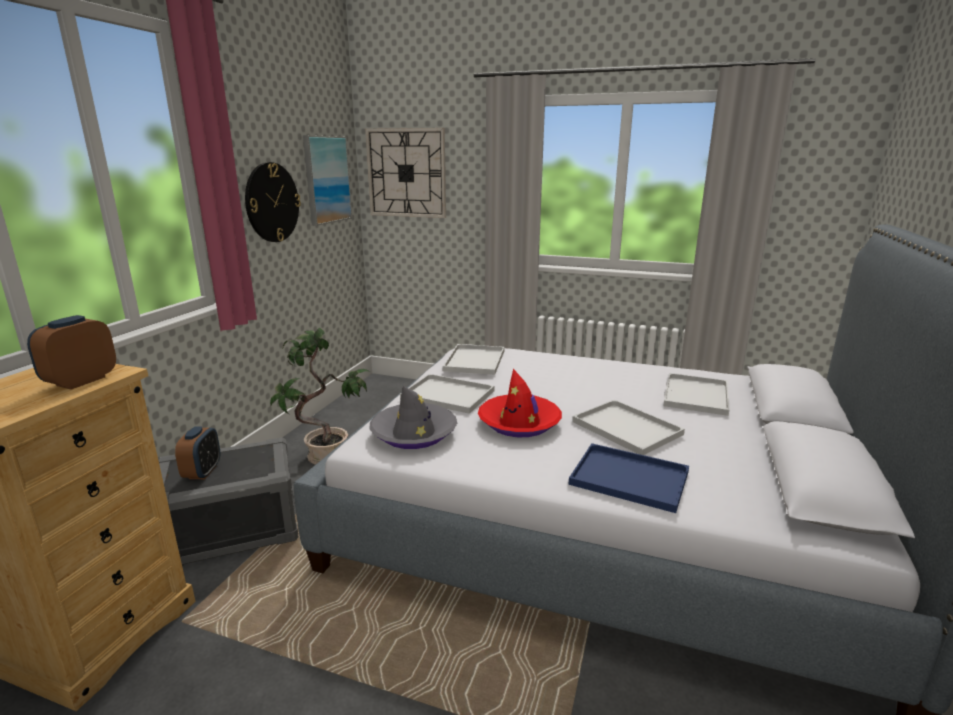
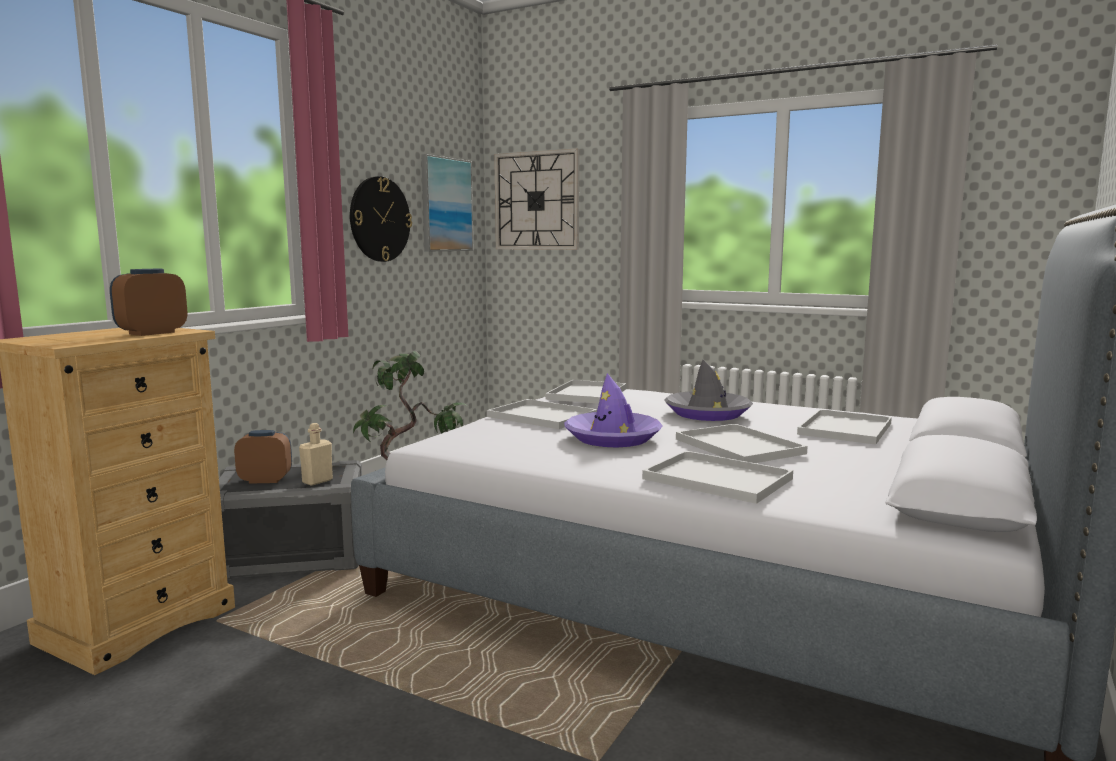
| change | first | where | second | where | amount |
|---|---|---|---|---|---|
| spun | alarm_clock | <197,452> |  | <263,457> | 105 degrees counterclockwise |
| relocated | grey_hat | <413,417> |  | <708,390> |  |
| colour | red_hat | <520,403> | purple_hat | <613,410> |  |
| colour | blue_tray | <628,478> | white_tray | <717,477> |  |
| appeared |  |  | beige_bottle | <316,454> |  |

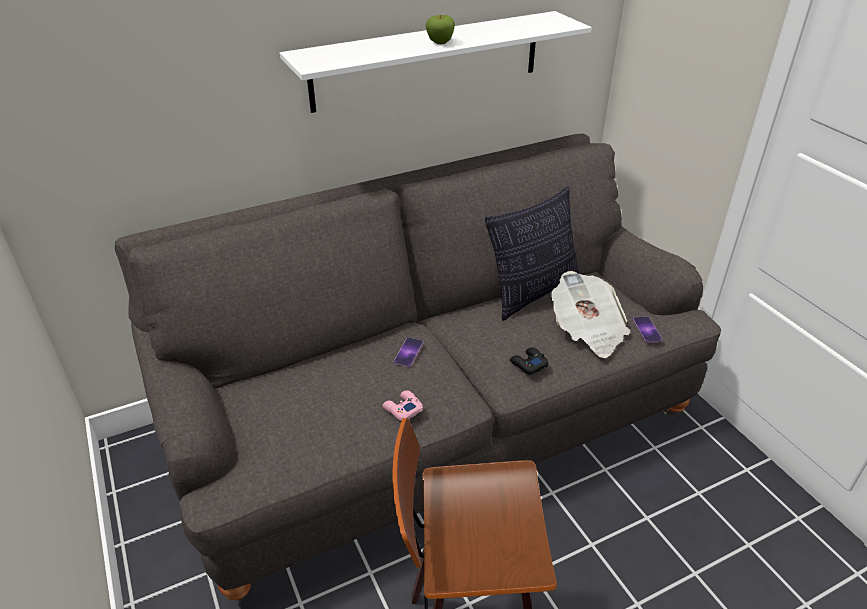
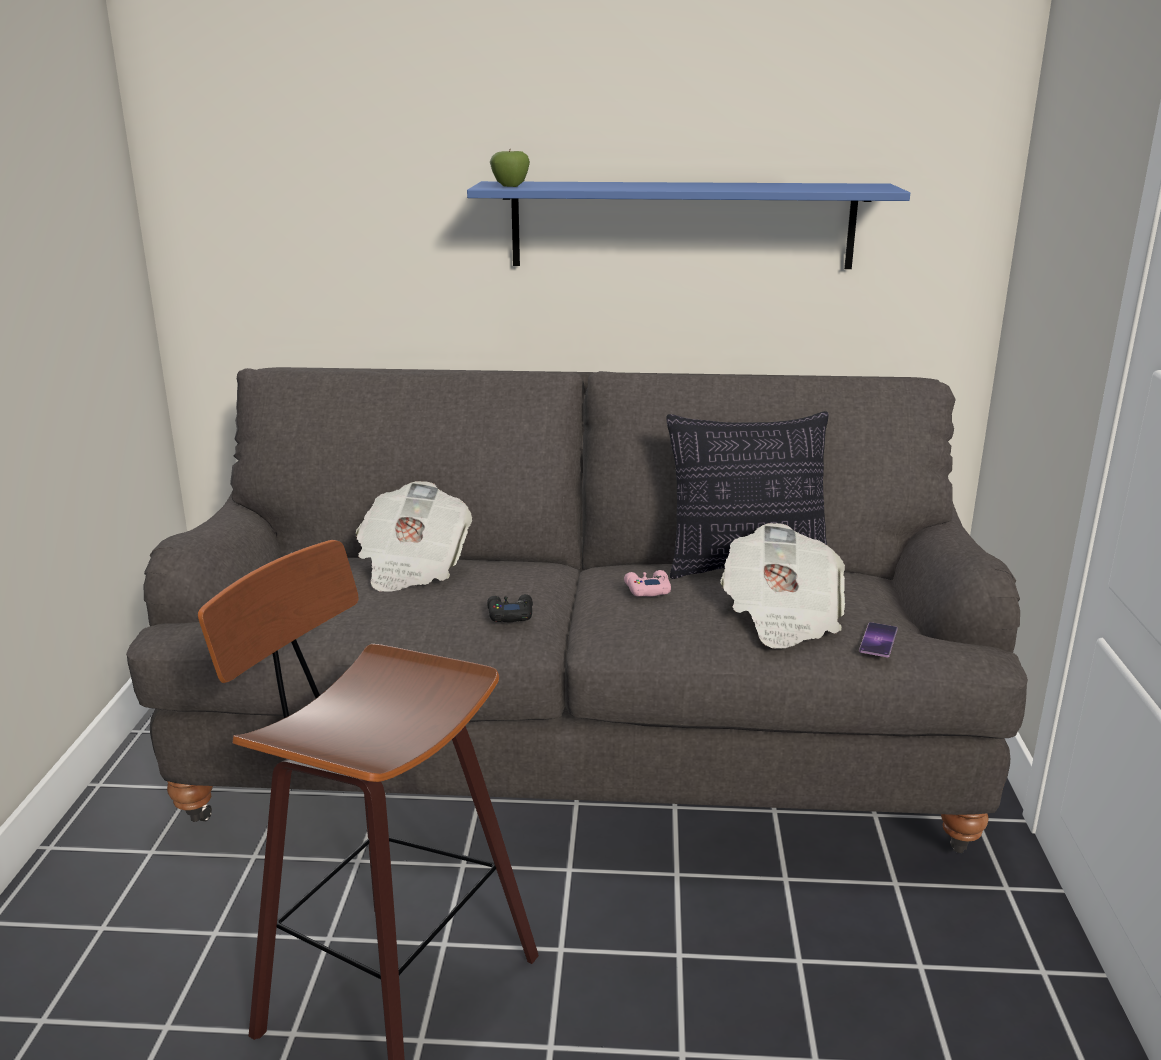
| change | first | where | second | where | amount |
|---|---|---|---|---|---|
| colour | white_shelf | <436,62> | blue_shelf | <688,225> |  |
| relocated | pink_game_controller | <402,406> |  | <647,583> |  |
| missing | phone | <409,352> |  |  |  |
| relocated | apple | <440,29> |  | <510,168> |  |
| relocated | black_game_controller | <529,361> |  | <510,608> |  |
| appeared |  |  | newspaper | <413,536> |  |

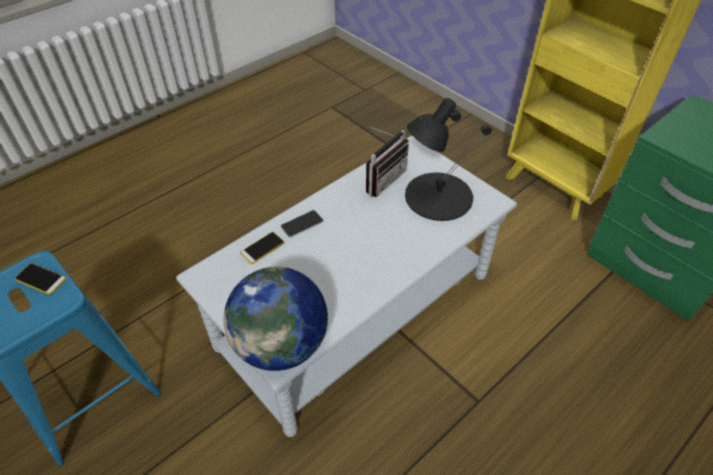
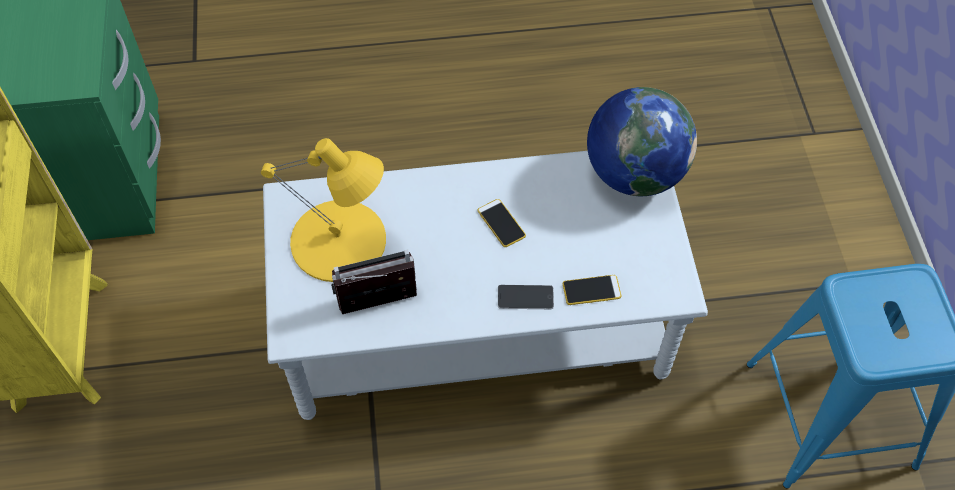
| change | first | where | second | where | amount |
|---|---|---|---|---|---|
| relocated | phone | <40,279> |  | <502,223> |  |
| colour | black_table_lamp | <448,159> | yellow_table_lamp | <323,210> |  |

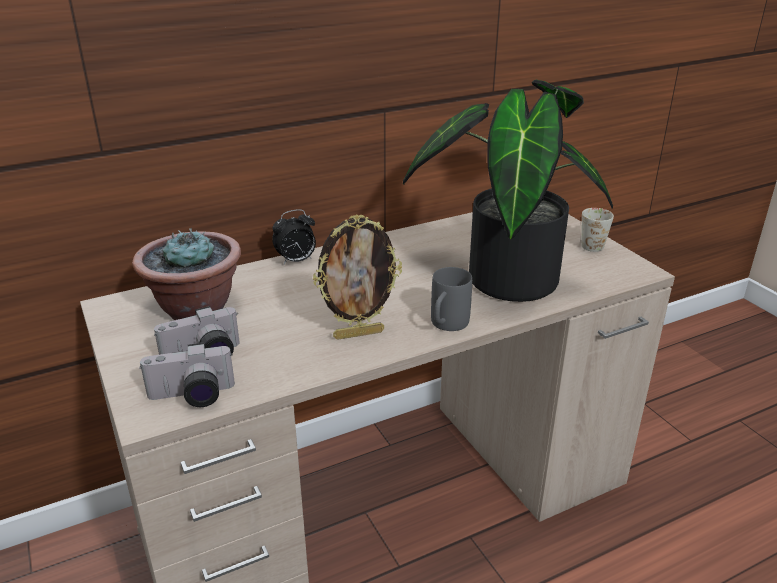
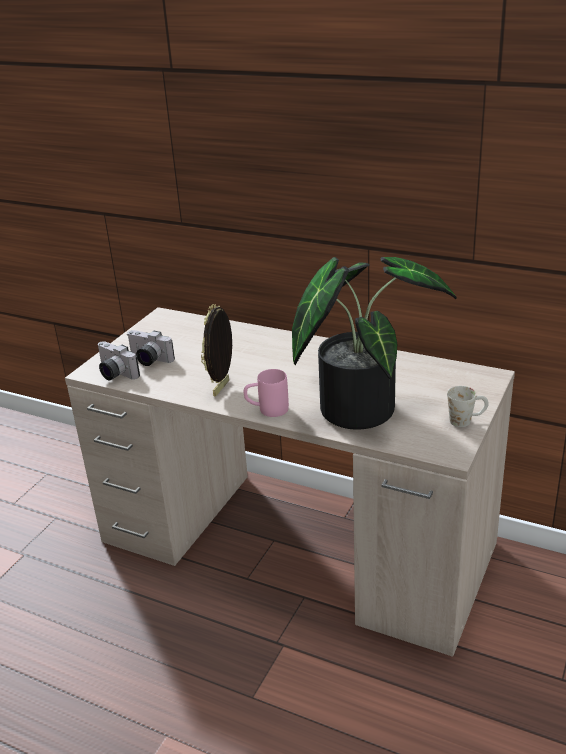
| change | first | where | second | where | amount |
|---|---|---|---|---|---|
| missing | potted_plant | <186,274> |  |  |  |
| missing | alarm_clock | <294,237> |  |  |  |
| spun | picture_frame | <357,277> |  | <216,350> | 75 degrees clockwise |
| colour | grey_mug | <451,299> | pink_mug | <266,393> |  |

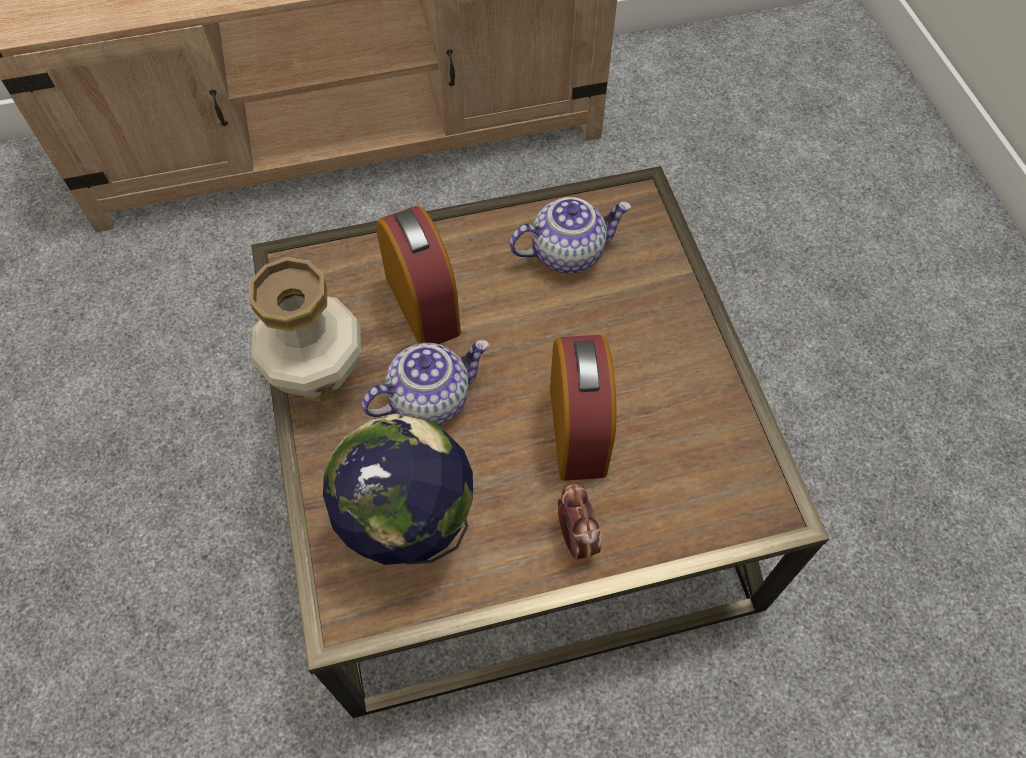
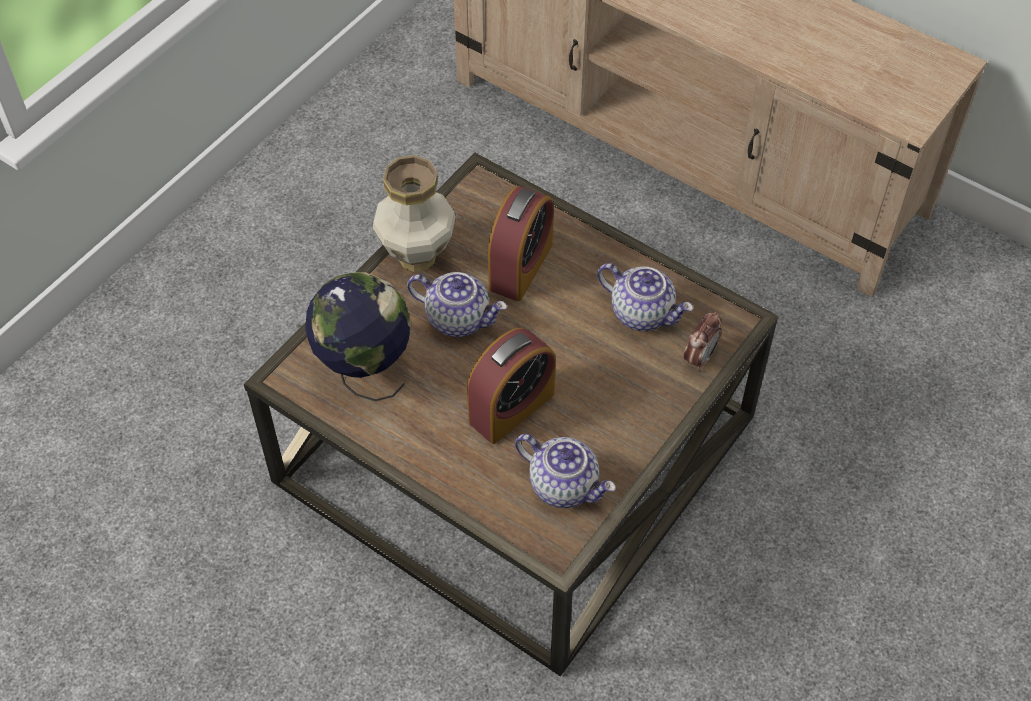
| change | first | where | second | where | amount |
|---|---|---|---|---|---|
| relocated | alarm_clock | <579,522> |  | <702,341> |  |
| appeared |  |  | teapot | <565,471> |  |

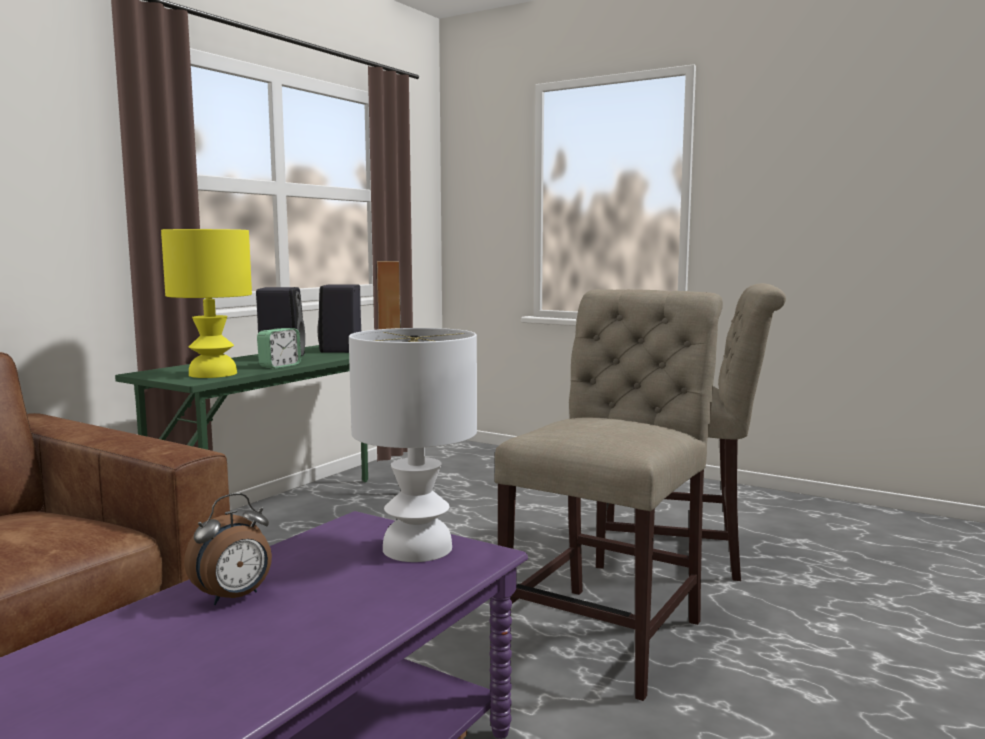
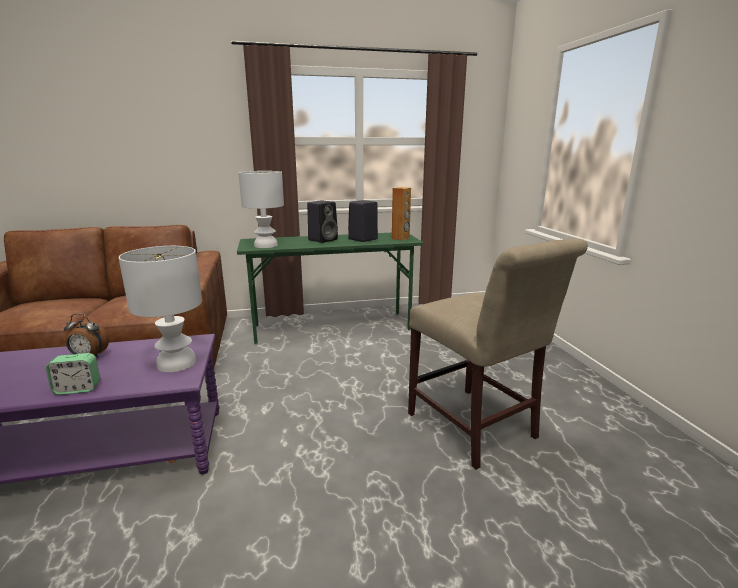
| change | first | where | second | where | amount |
|---|---|---|---|---|---|
| colour | yellow_table_lamp | <206,303> | white_table_lamp | <261,209> |  |
| relocated | alarm_clock | <279,348> |  | <73,374> |  |
| missing | beige_chair | <608,495> |  |  |  |

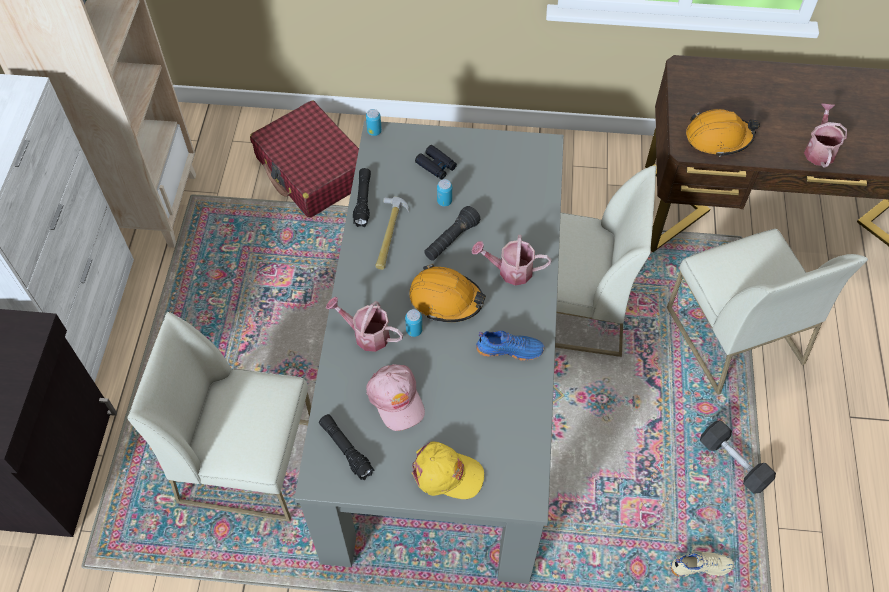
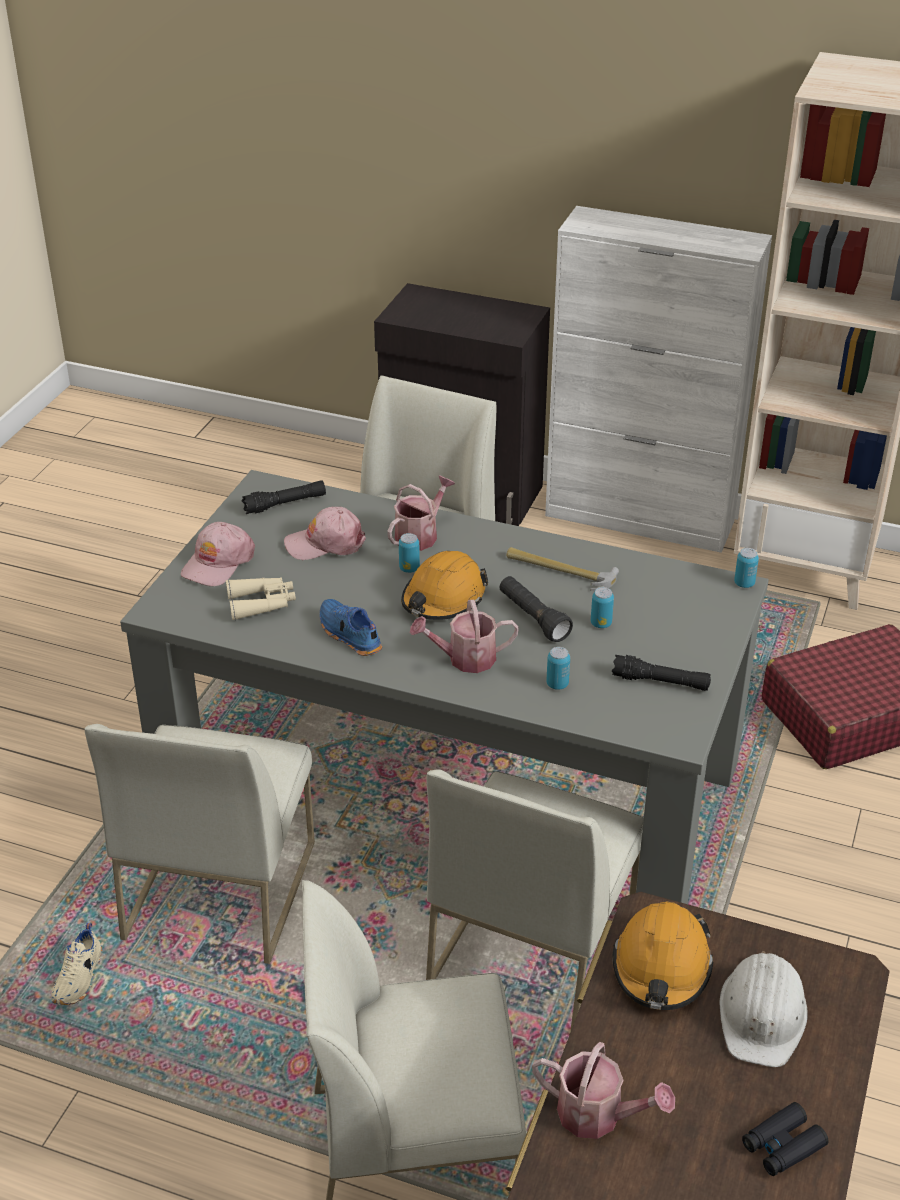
| change | first | where | second | where | amount |
|---|---|---|---|---|---|
| relocated | black_flashlight | <362,197> |  | <661,673> |  |
| colour | yellow_cap | <448,470> | pink_cap | <218,554> |  |
| relocated | black_binoculars | <436,162> |  | <785,1139> |  |
| spun | watering_can | <511,260> |  | <464,636> | 120 degrees counterclockwise |
| spun | blue_shoe | <510,346> |  | <351,627> | 120 degrees clockwise |
| missing | grey_dumbbell | <738,457> |  |  |  |
| appeared |  |  | white_chair | <200,844> |  |
| appeared |  |  | beige_binoculars | <261,598> |  |
| appeared |  |  | can | <558,668> |  |
| appeared |  |  | white_hard_hat | <764,1009> |  |

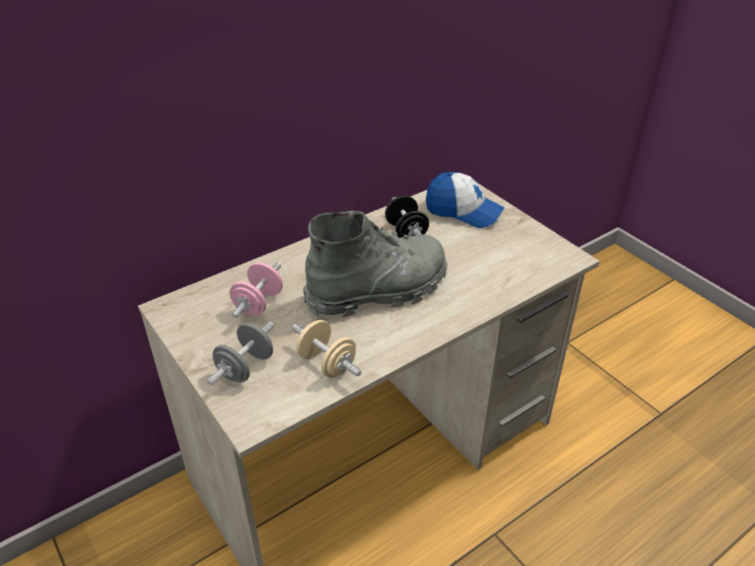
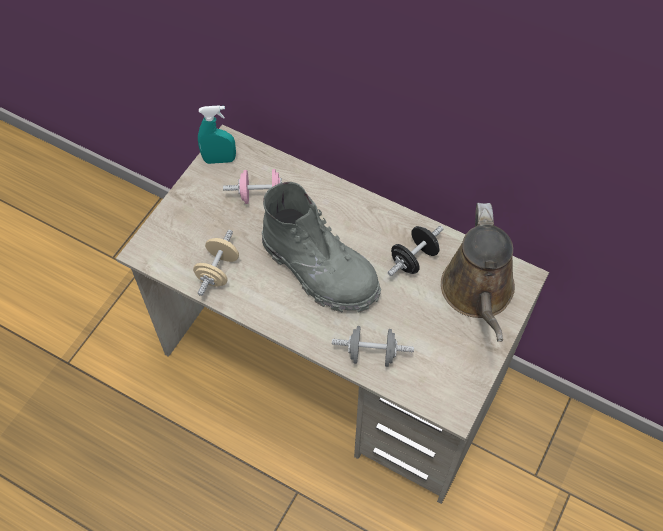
| change | first | where | second | where | amount |
|---|---|---|---|---|---|
| relocated | grey_dumbbell | <241,353> |  | <373,346> |  |
| exchanged | cap | <465,200> | brown_watering_can | <478,272> |  |
| appeared |  |  | turquoise_spray_bottle | <217,134> |  |

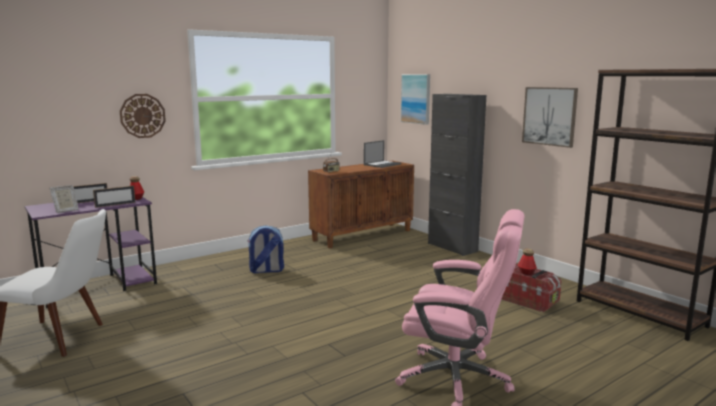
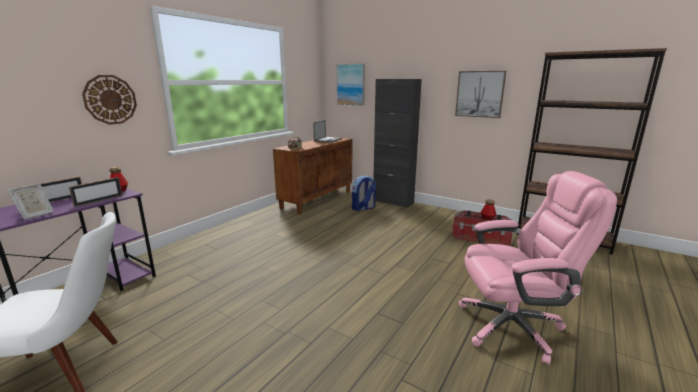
| change | first | where | second | where | amount |
|---|---|---|---|---|---|
| relocated | backpack | <266,249> |  | <364,193> |  |

